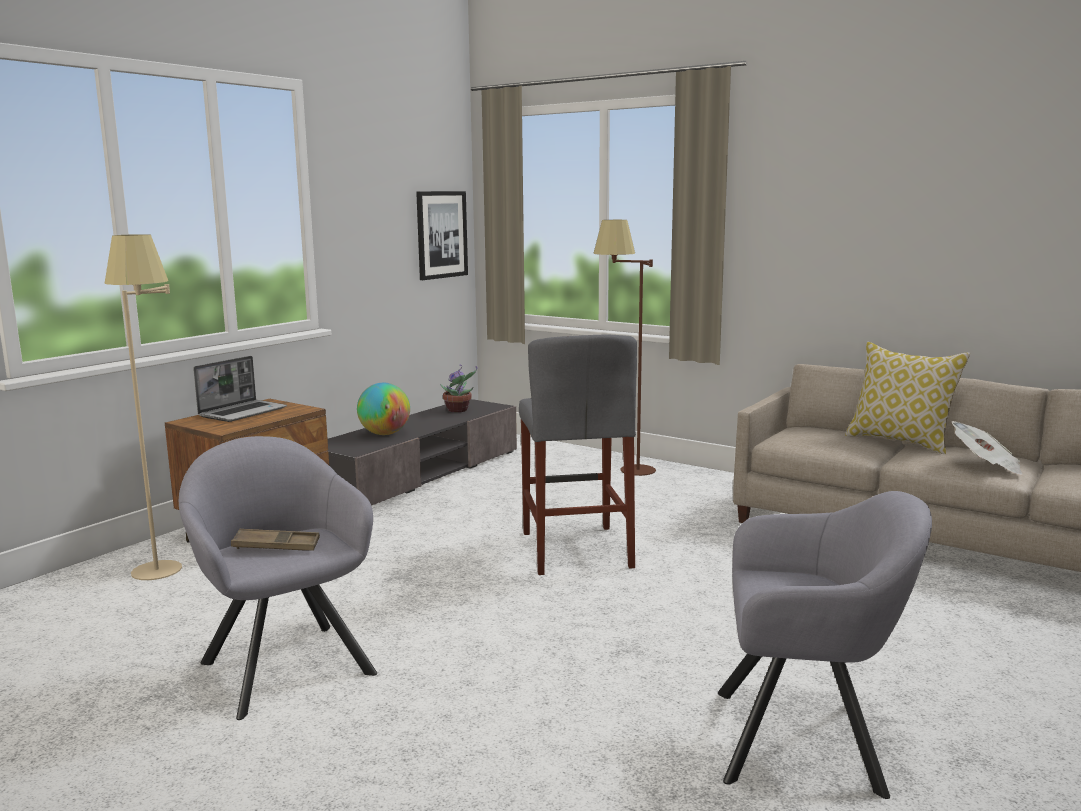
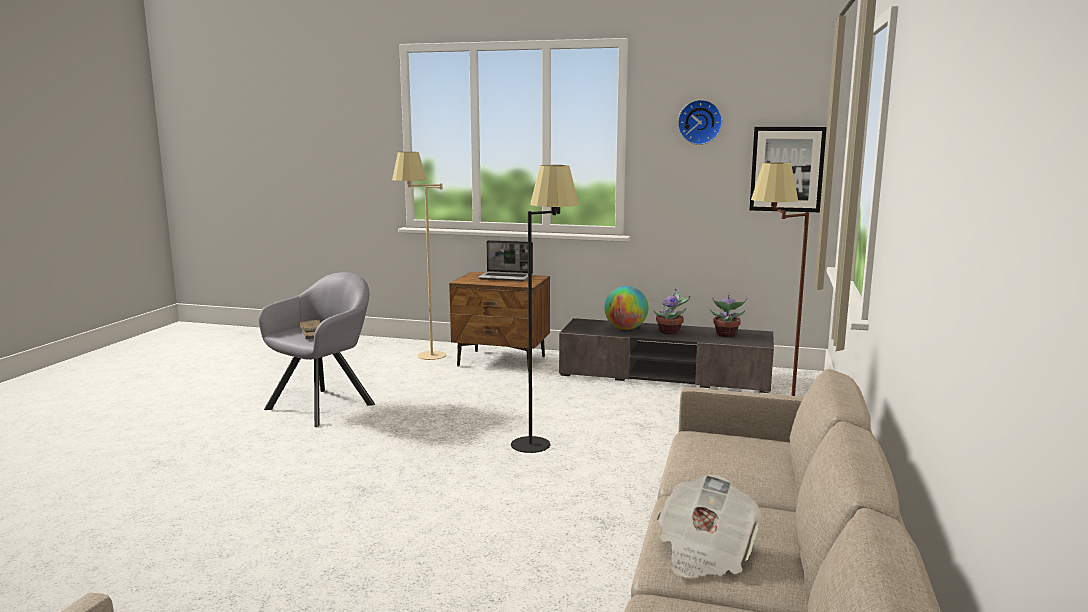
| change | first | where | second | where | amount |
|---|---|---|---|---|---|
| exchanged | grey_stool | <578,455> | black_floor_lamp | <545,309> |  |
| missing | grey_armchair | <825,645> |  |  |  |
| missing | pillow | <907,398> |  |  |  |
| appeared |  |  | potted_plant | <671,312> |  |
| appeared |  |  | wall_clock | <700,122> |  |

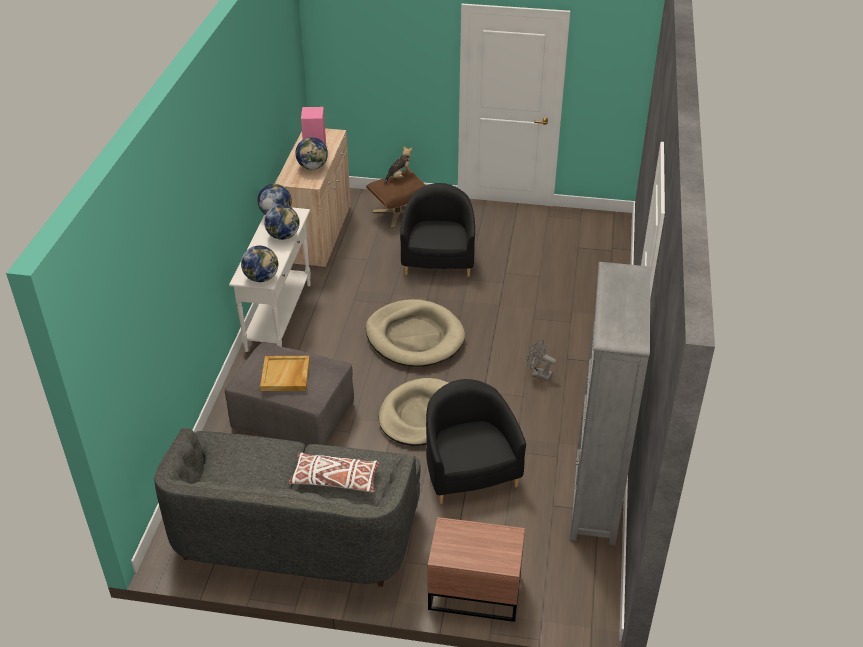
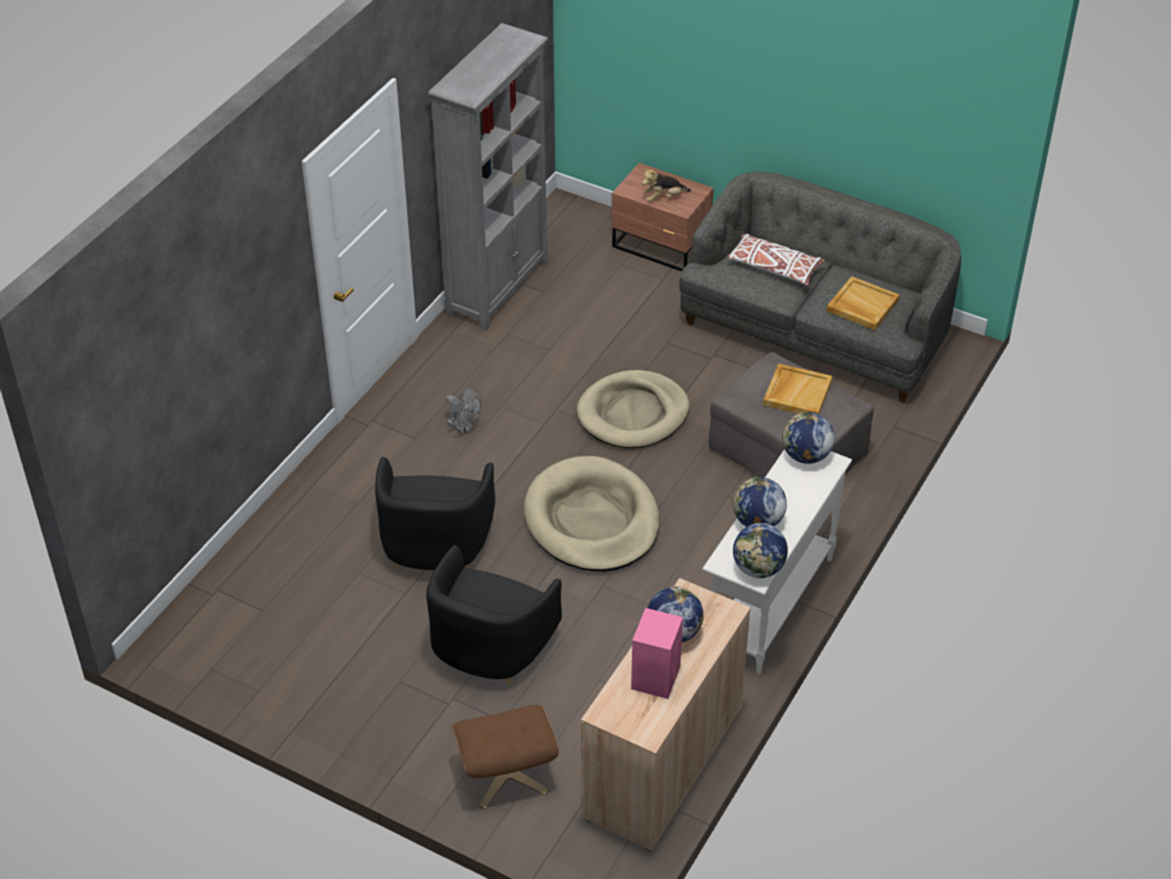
| change | first | where | second | where | amount |
|---|---|---|---|---|---|
| relocated | plush_toy | <398,165> |  | <666,184> |  |
| relocated | black_armchair | <476,441> |  | <435,513> |  |
| appeared |  |  | beige_tray | <863,303> |  |

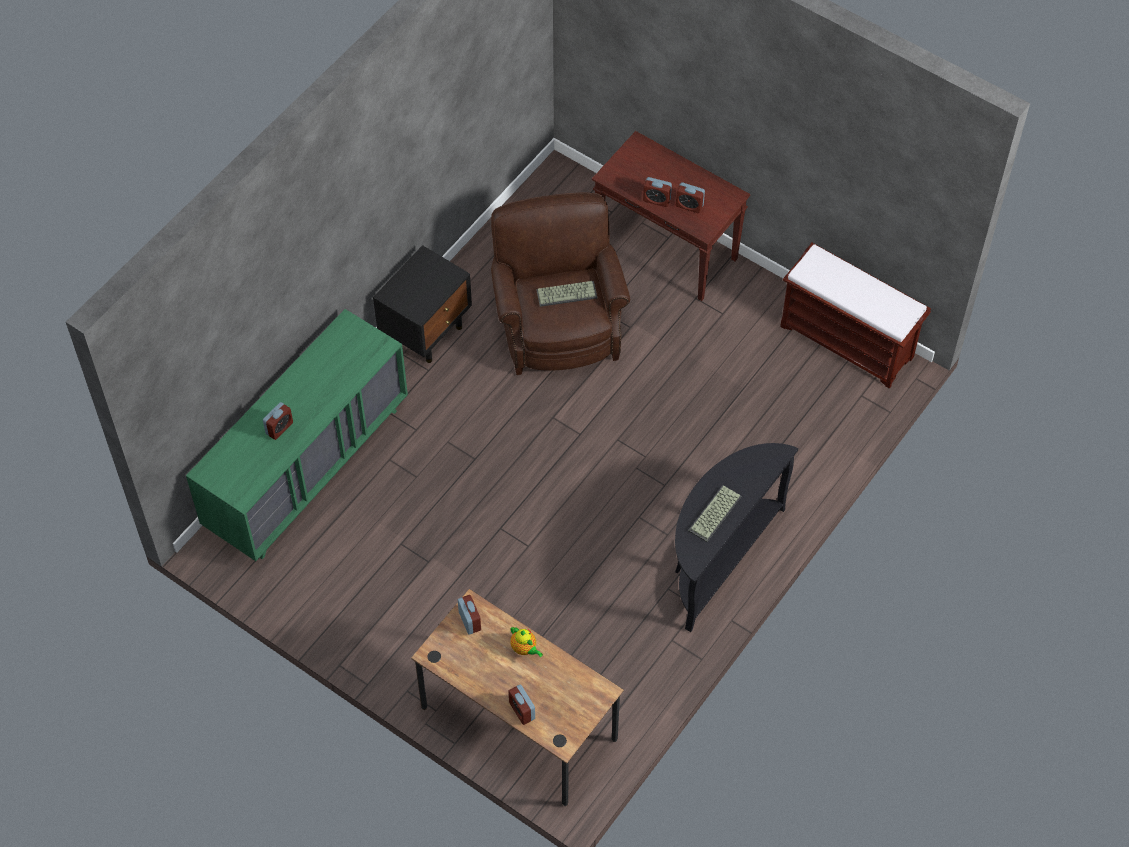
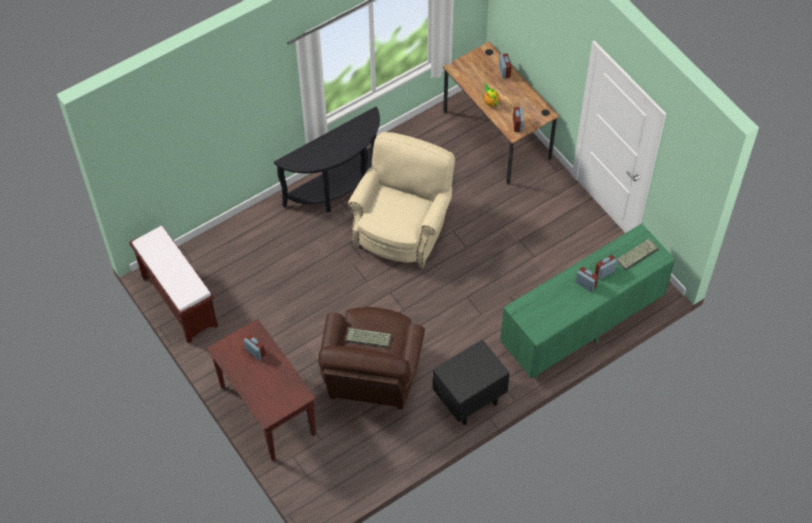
| change | first | where | second | where | amount |
|---|---|---|---|---|---|
| relocated | alarm_clock | <657,192> |  | <587,279> |  |
| relocated | keyboard | <714,513> |  | <637,255> |  |
| appeared |  |  | beige_armchair | <401,200> |  |

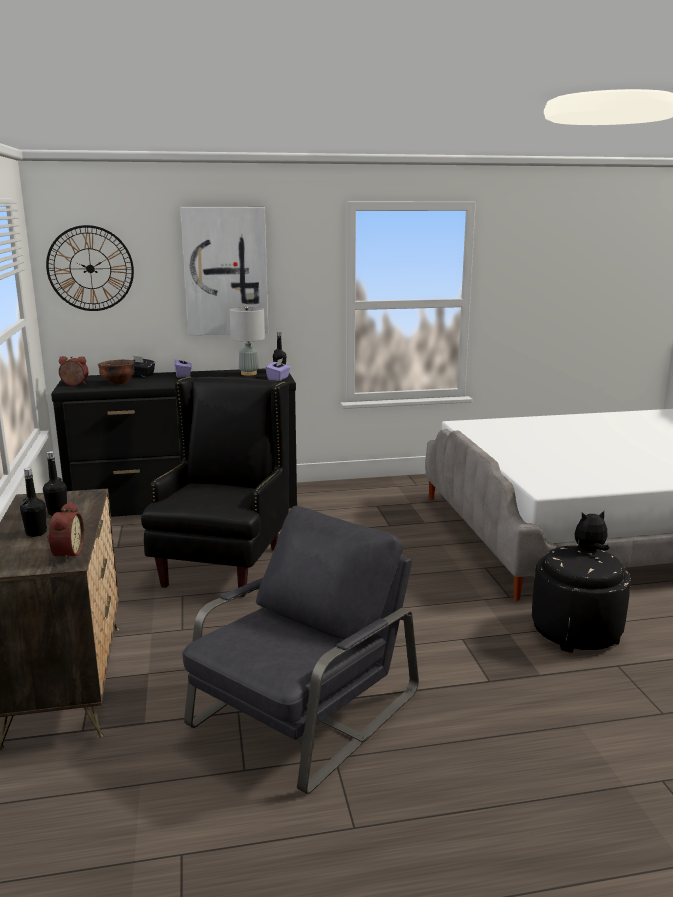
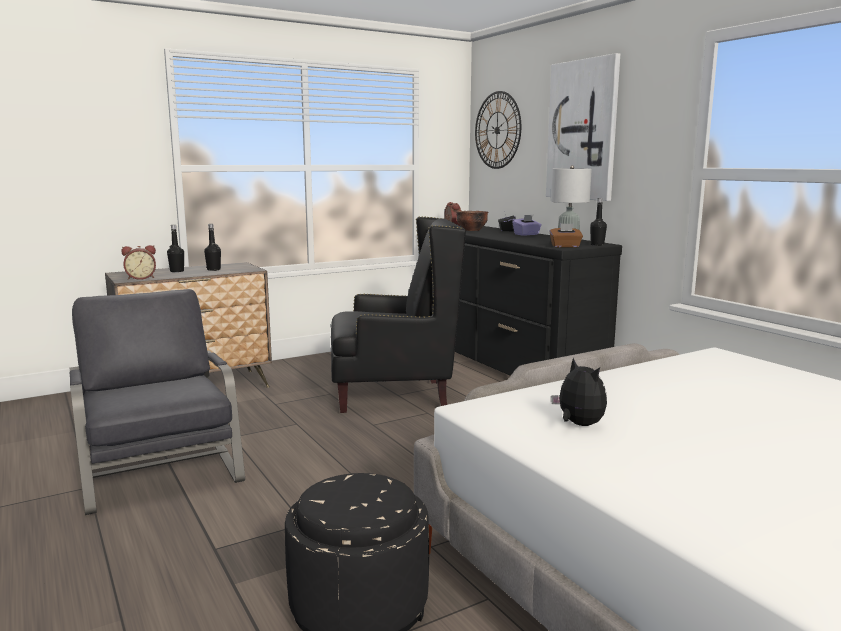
| change | first | where | second | where | amount |
|---|---|---|---|---|---|
| spun | grey_armchair | <300,650> |  | <157,402> | 135 degrees counterclockwise |
| colour | purple_tissue_box | <278,369> | brown_tissue_box | <566,235> |  |
| relocated | plush_toy | <592,531> |  | <579,392> |  |

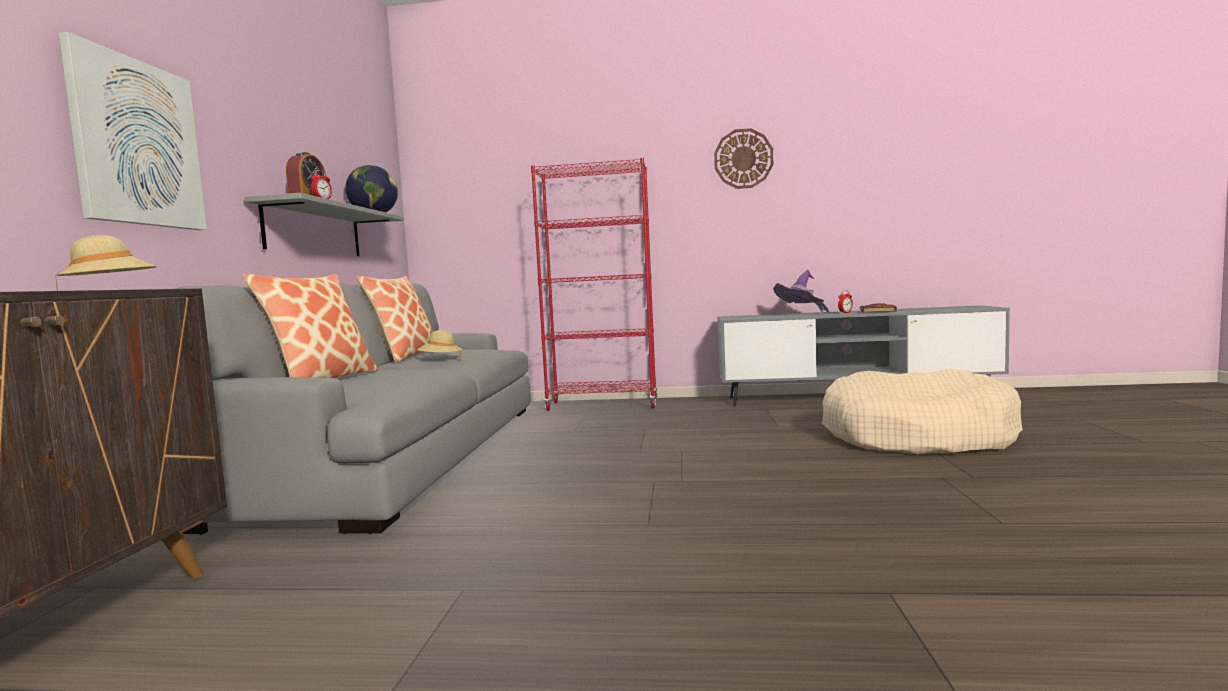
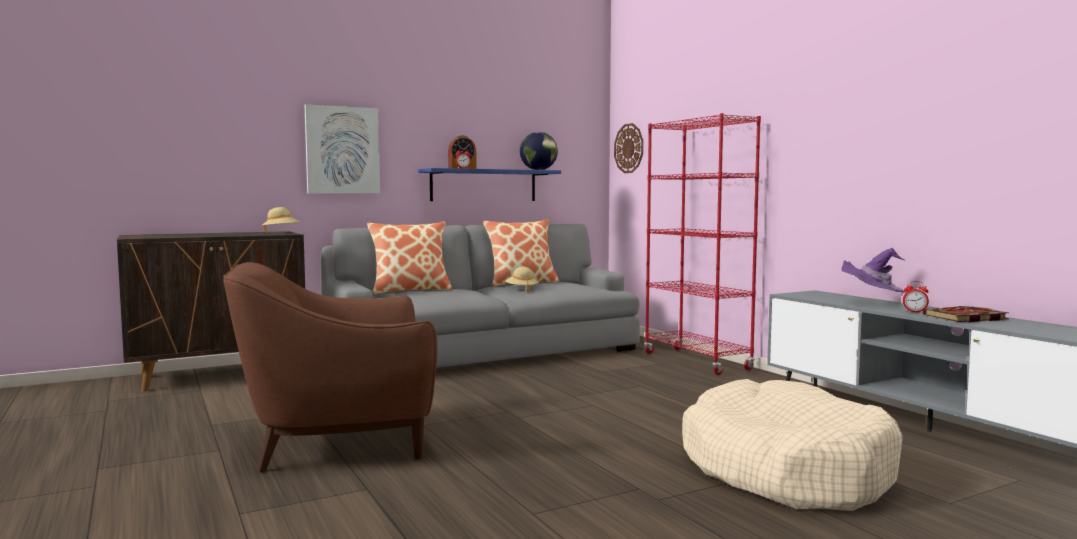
| change | first | where | second | where | amount |
|---|---|---|---|---|---|
| colour | grey_shelf | <324,224> | blue_shelf | <489,184> |  |
| relocated | wall_clock | <743,158> |  | <628,148> |  |
| appeared |  |  | brown_armchair | <330,367> |  |

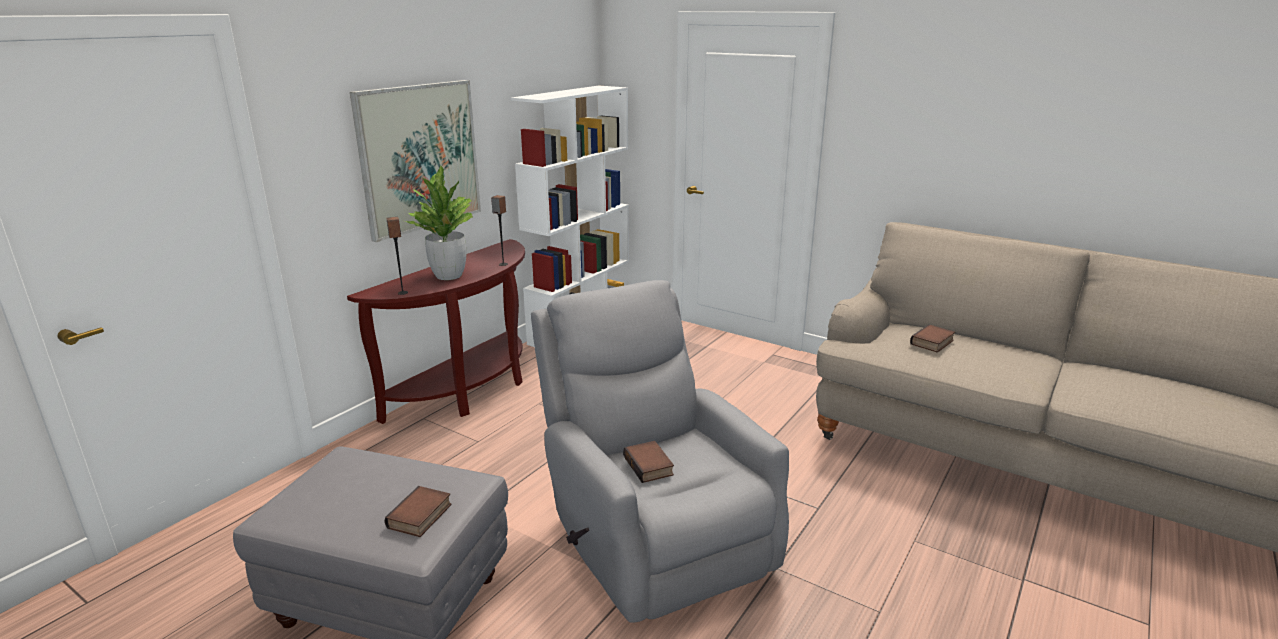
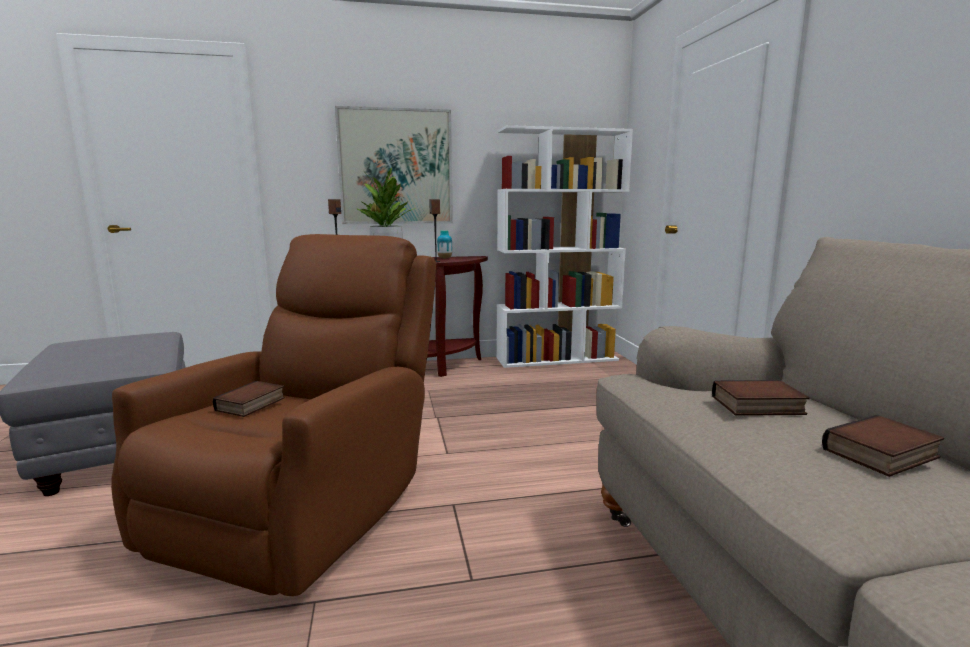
| change | first | where | second | where | amount |
|---|---|---|---|---|---|
| relocated | book | <418,511> |  | <883,446> |  |
| colour | grey_armchair | <660,451> | brown_armchair | <273,415> |  |
| appeared |  |  | vase | <444,244> |  |

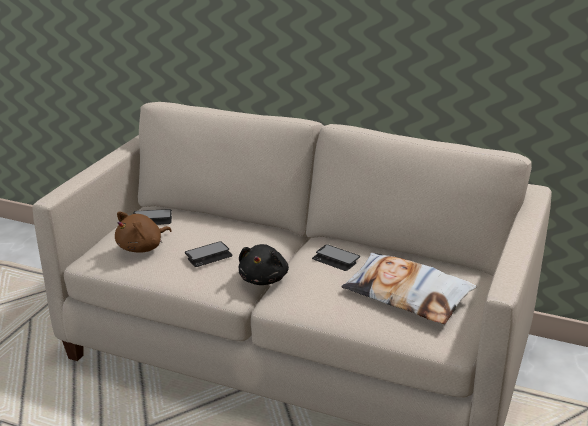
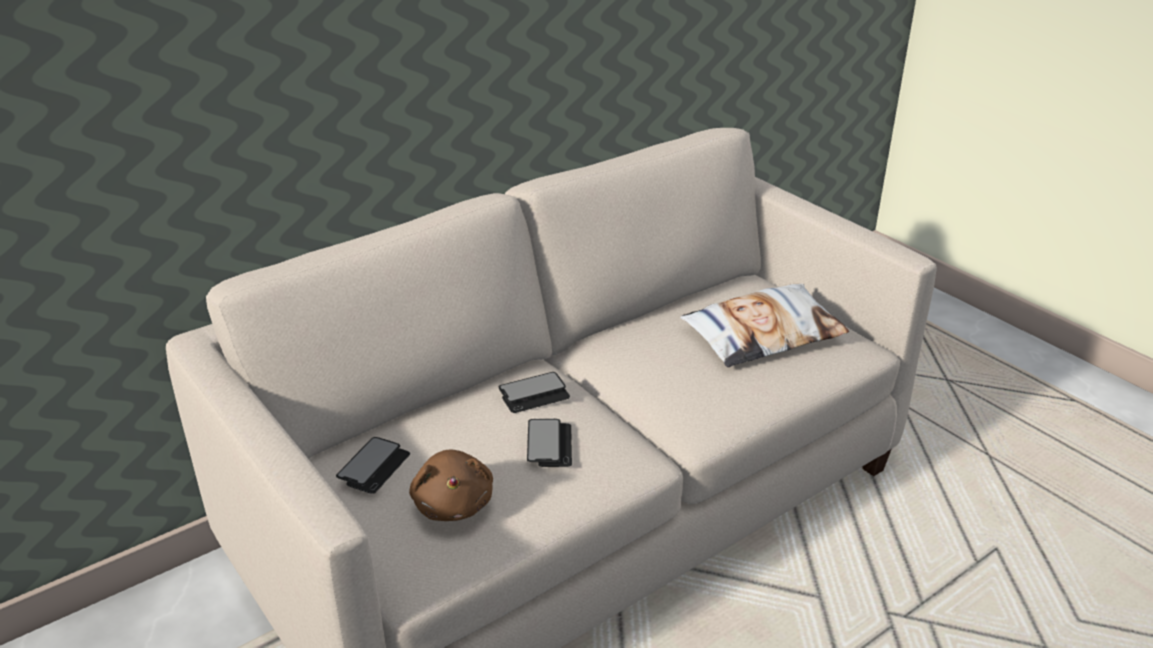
| change | first | where | second | where | amount |
|---|---|---|---|---|---|
| missing | black_plush_toy | <264,264> |  |  |  |
| relocated | phone | <336,257> |  | <534,392> |  |

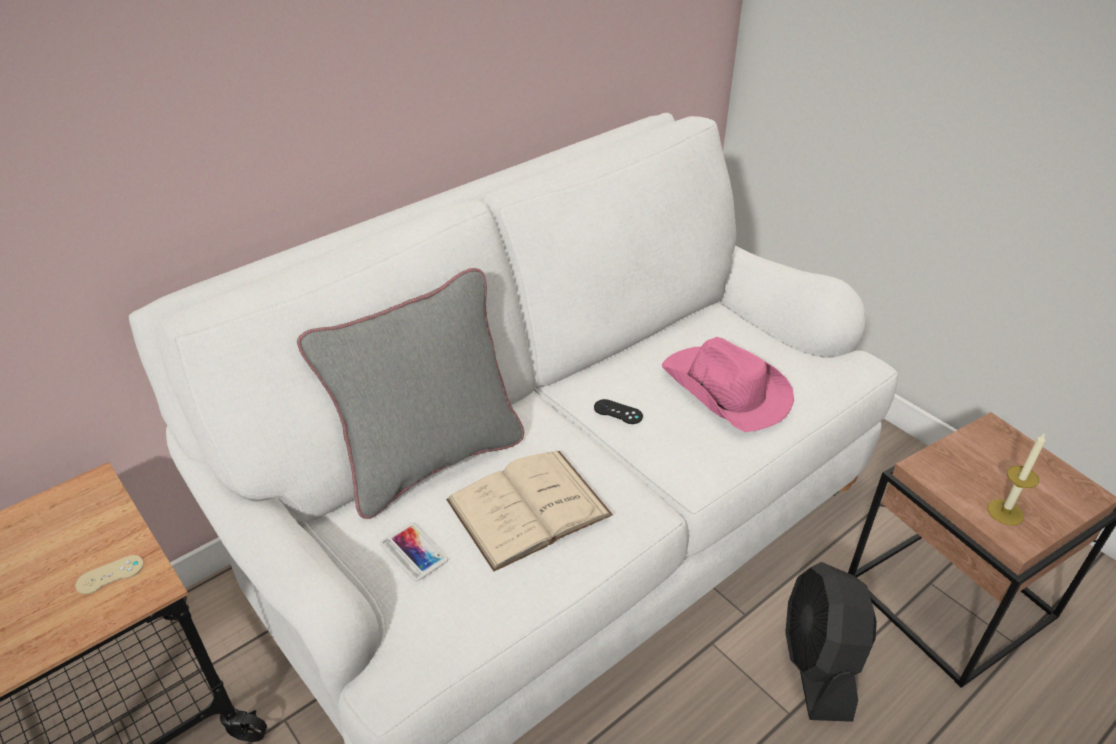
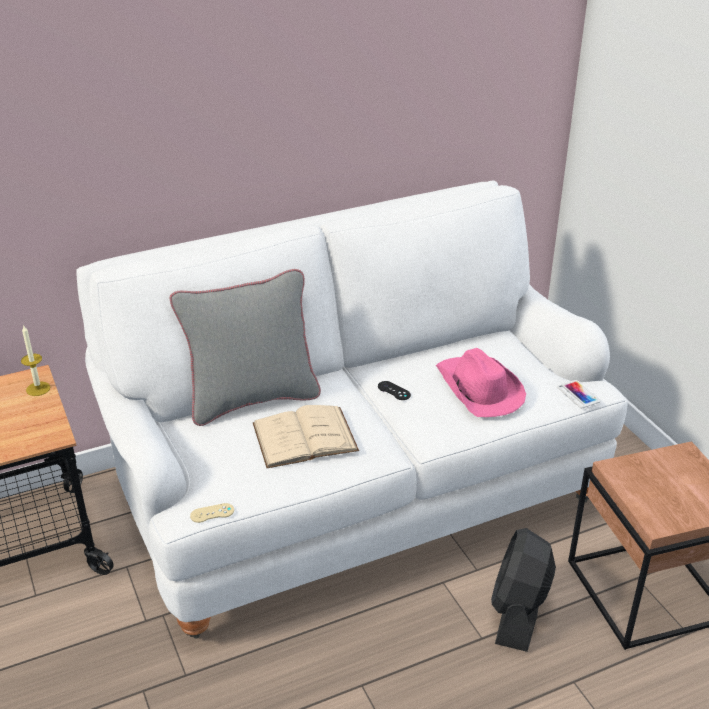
| change | first | where | second | where | amount |
|---|---|---|---|---|---|
| relocated | beige_game_controller | <110,574> |  | <212,513> |  |
| relocated | phone | <414,552> |  | <579,394> |  |
| relocated | candle | <1016,478> |  | <35,361> |  |

